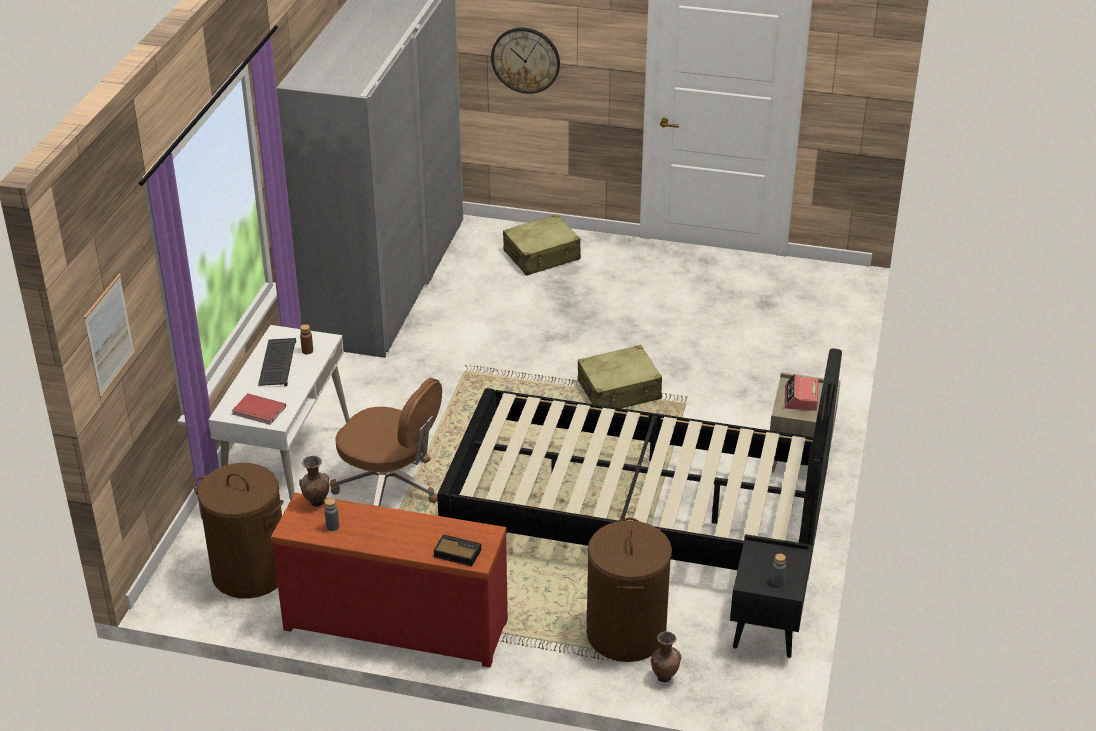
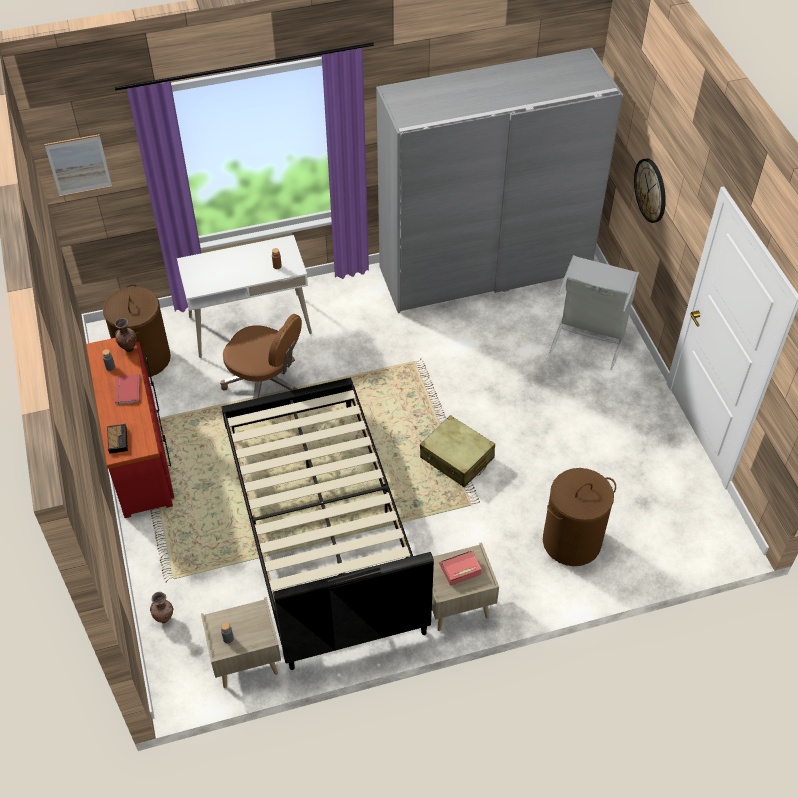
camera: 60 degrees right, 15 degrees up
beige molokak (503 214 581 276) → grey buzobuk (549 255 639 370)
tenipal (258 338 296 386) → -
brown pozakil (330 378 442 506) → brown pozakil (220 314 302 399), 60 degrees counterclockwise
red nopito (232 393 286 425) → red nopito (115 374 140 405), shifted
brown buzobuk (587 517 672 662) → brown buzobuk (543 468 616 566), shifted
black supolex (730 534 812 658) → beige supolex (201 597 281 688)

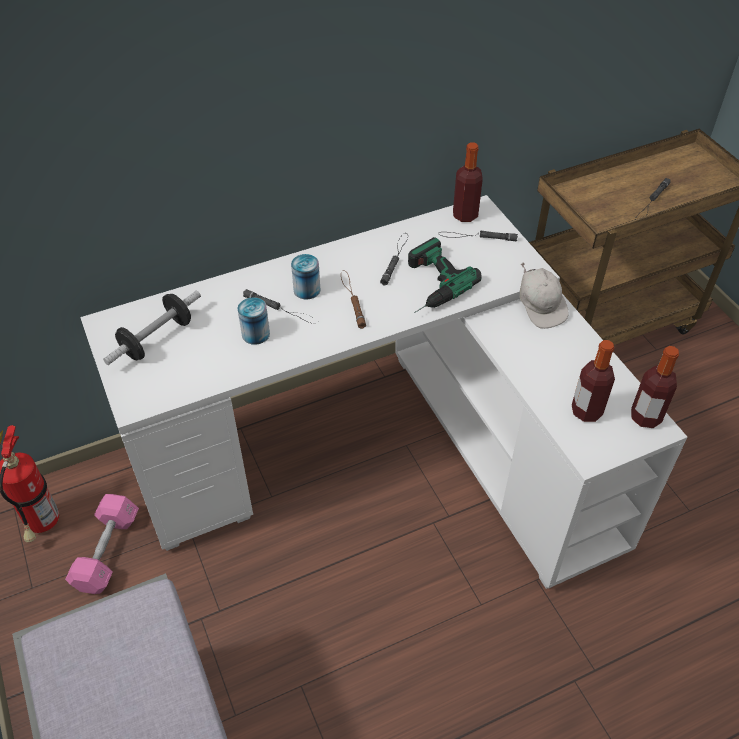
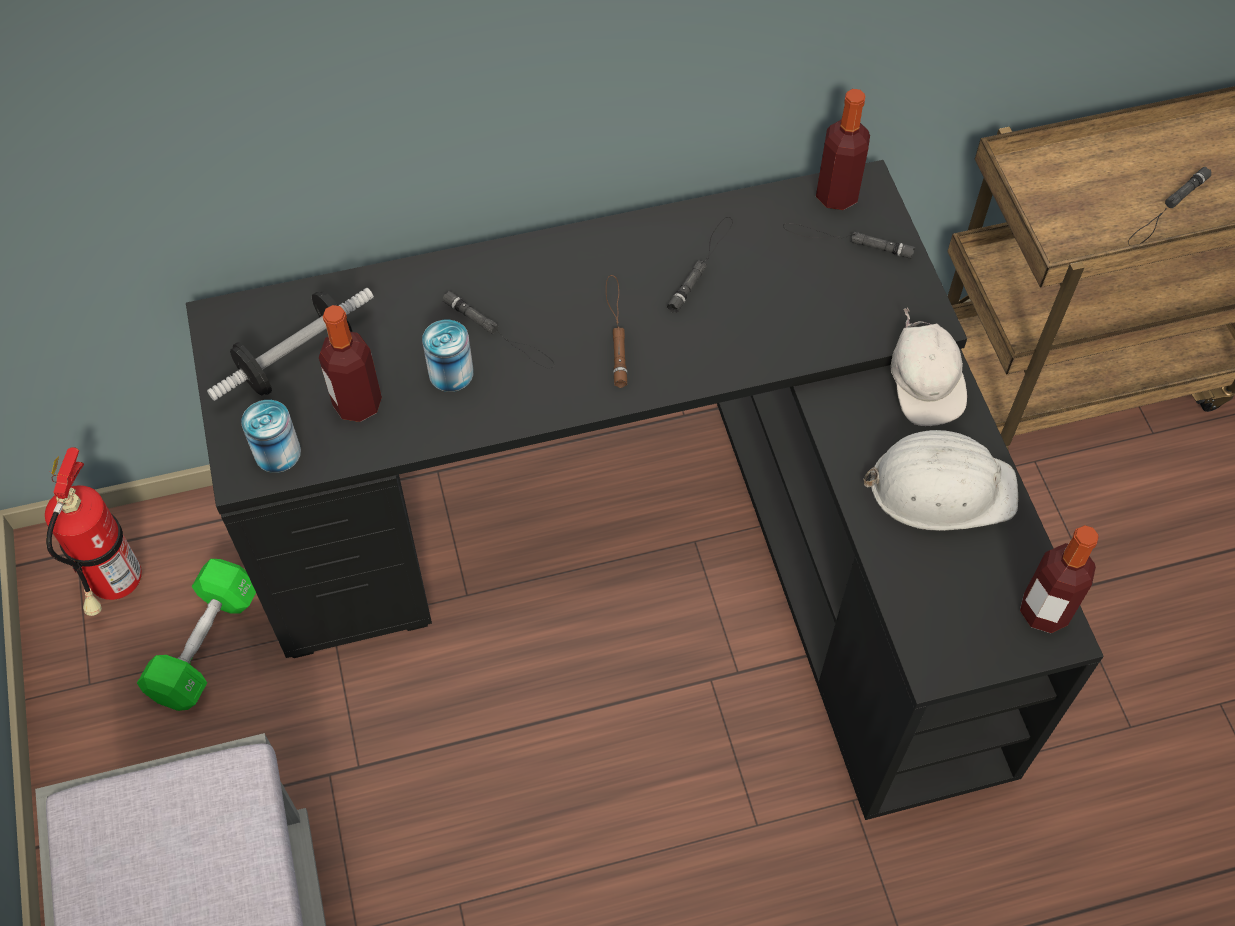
camera: 10 degrees right, 10 degrees up
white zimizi (80 195 687 589) → black zimizi (186 160 1104 820)
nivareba (408 237 482 313) → -
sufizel (291 254 320 299) → sufizel (241 400 301 473), shifted
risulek (572 340 615 422) → risulek (319 305 382 422), shifted
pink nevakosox (65 494 139 594) → green nevakosox (137 559 256 711)
- → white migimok (862 430 1018 531)

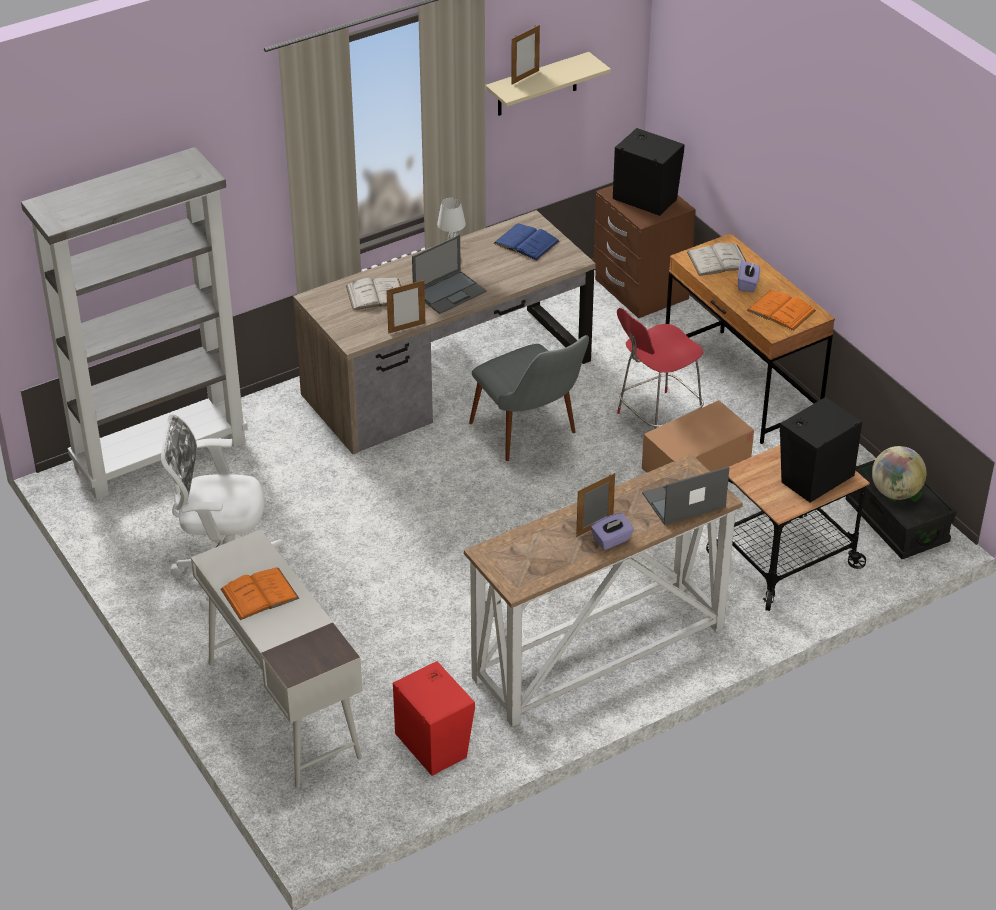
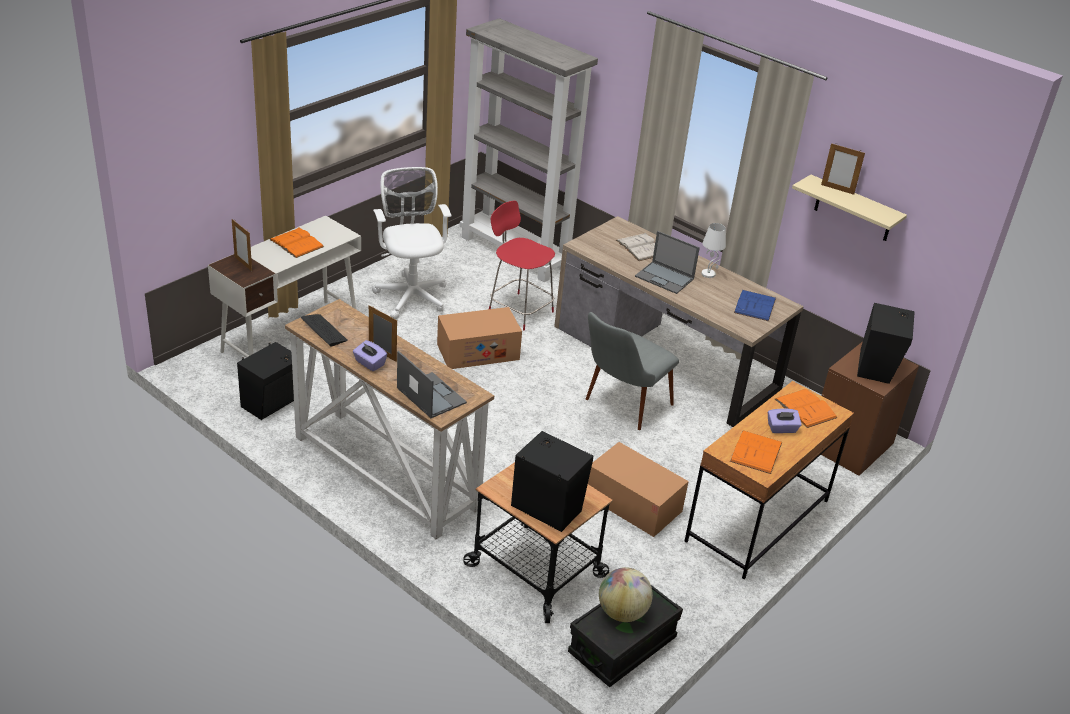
camera: 70 degrees right, 5 degrees down
white nopito (687 243 747 276) → orange nopito (775 389 838 428)
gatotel (386 280 426 334) → gatotel (232 219 252 271), shifted
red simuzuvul (617 308 704 429) → red simuzuvul (489 201 555 330), shifted
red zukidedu (393 661 475 776) → black zukidedu (237 342 294 420)
- → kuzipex (437 307 522 369)
- → tenipal (301 314 348 347)

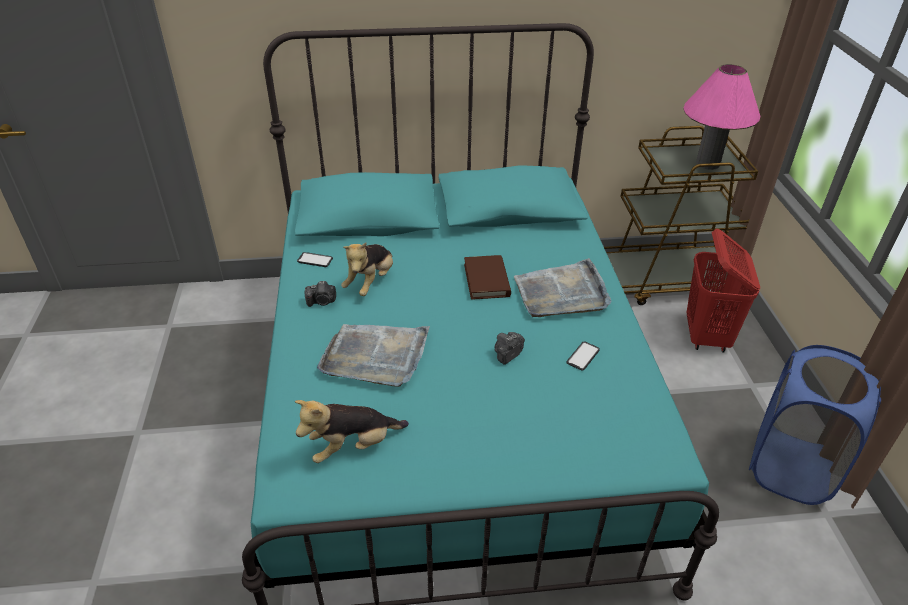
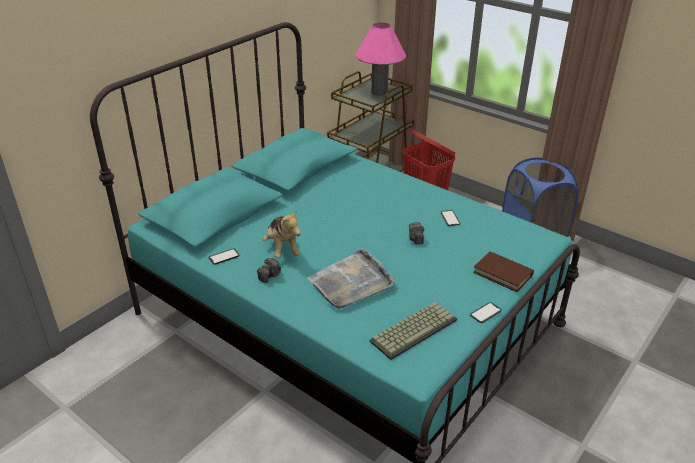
camera: 45 degrees left, 5 degrees down
brown nopito (464 255 511 300) → brown nopito (473 251 534 292), shifted
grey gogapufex (514 258 612 317) → -
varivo (295 400 409 463) → tenipal (370 302 457 360)
- → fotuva (470 302 502 323)

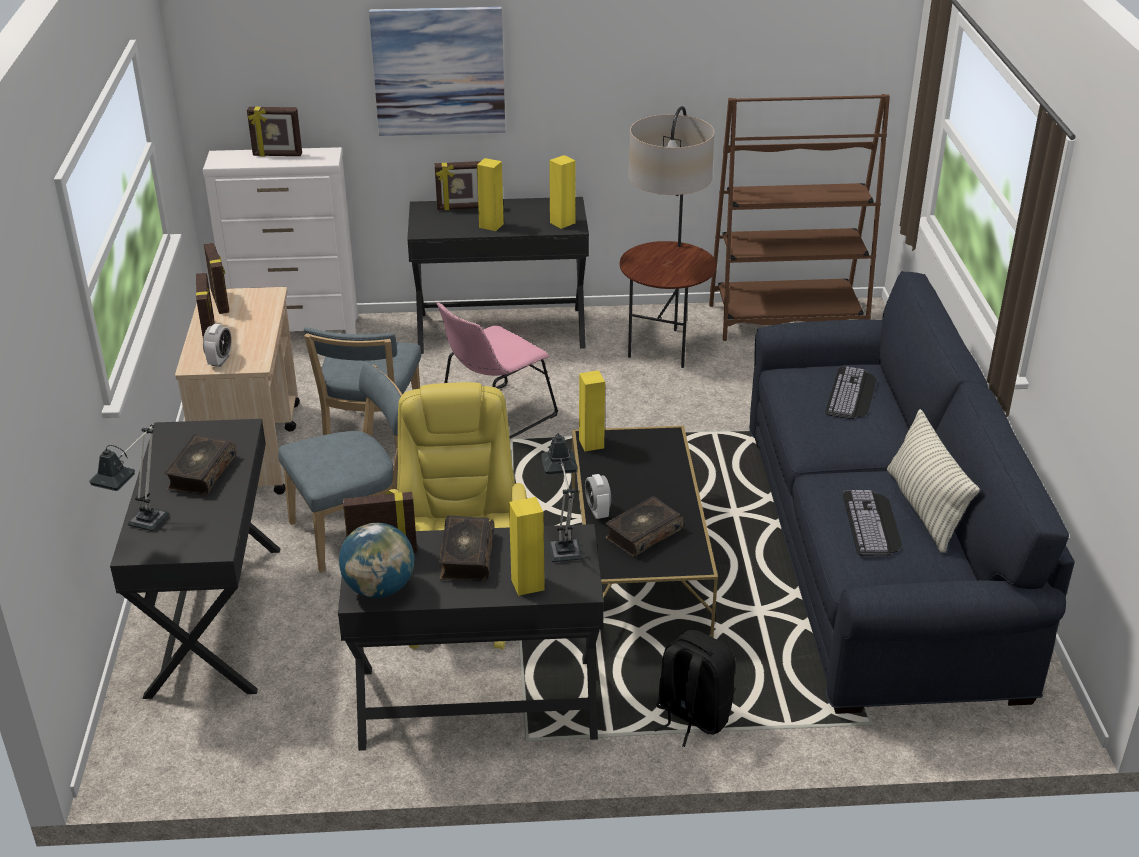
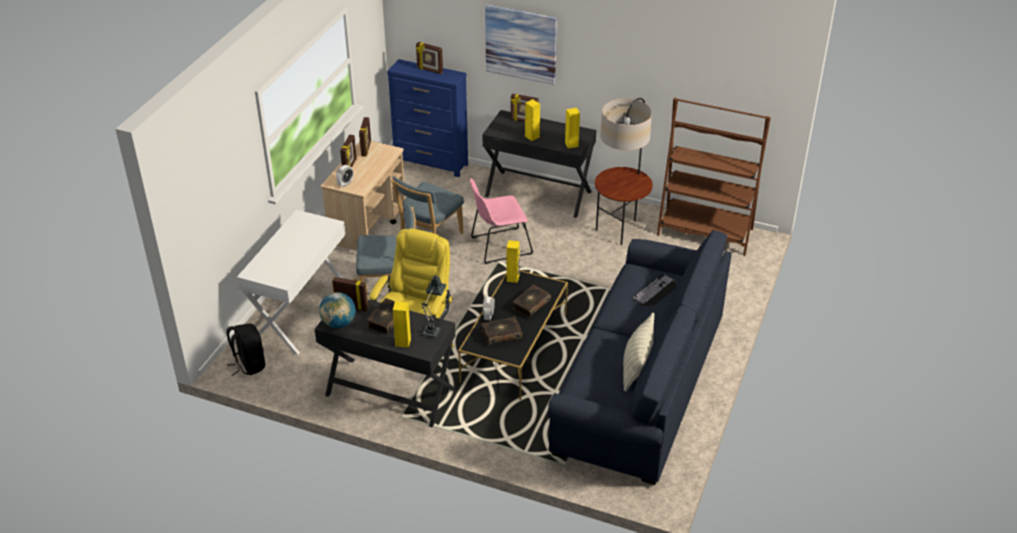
camera: 25 degrees right, 5 degrees up
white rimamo (202 147 358 334) → blue rimamo (387 59 468 177)
black zimizi (110 419 280 699) → white zimizi (237 210 345 355)
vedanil (89 424 169 531) → -
nopito (164 434 237 495) → nopito (512 284 551 318), shifted
tenipal (843 490 902 556) → -
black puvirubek (654 630 735 747) → black puvirubek (227 323 265 376), shifted

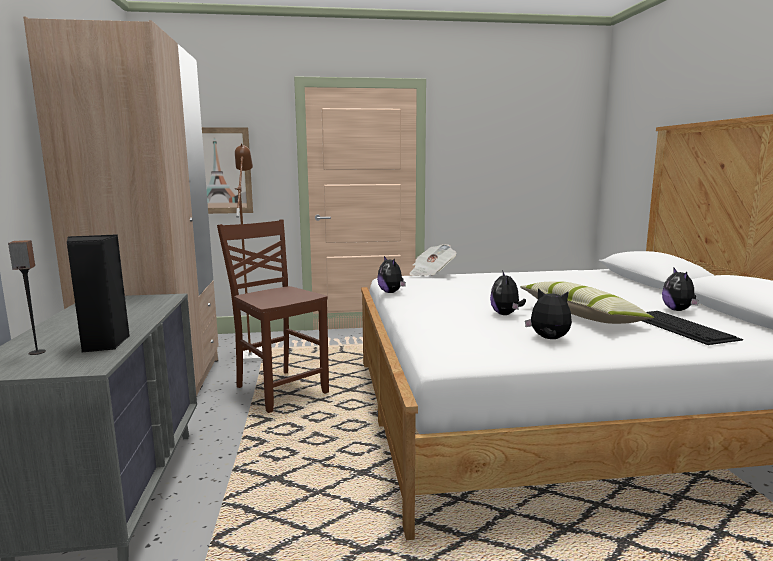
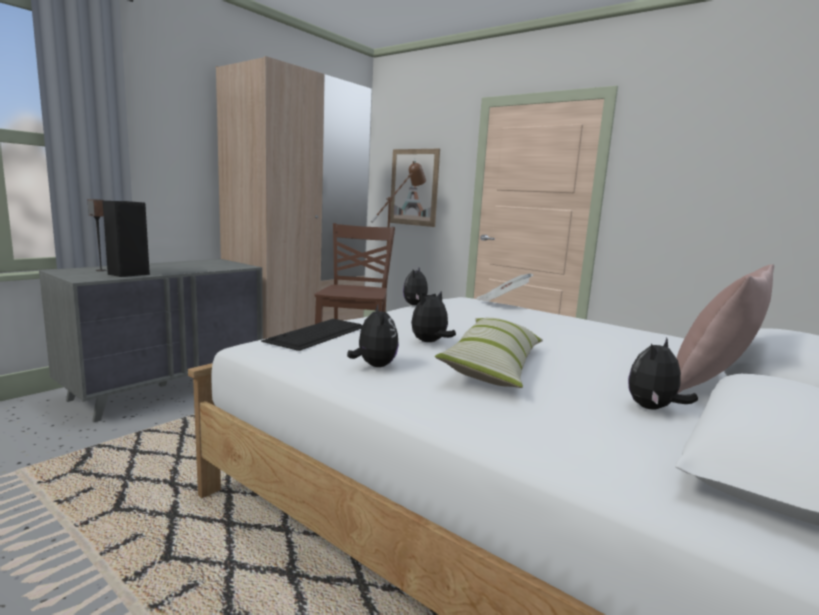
camera: 45 degrees right, 0 degrees up
tenipal (642 311 743 345) → tenipal (261 319 363 351), shifted
- → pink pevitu (677 264 774 394)

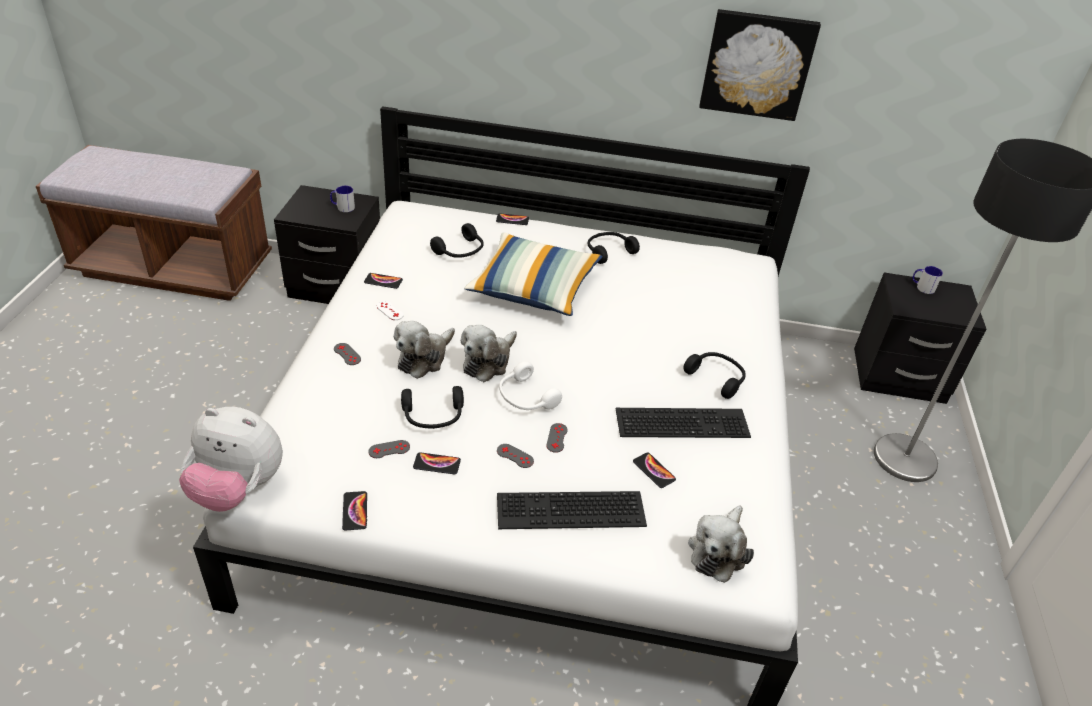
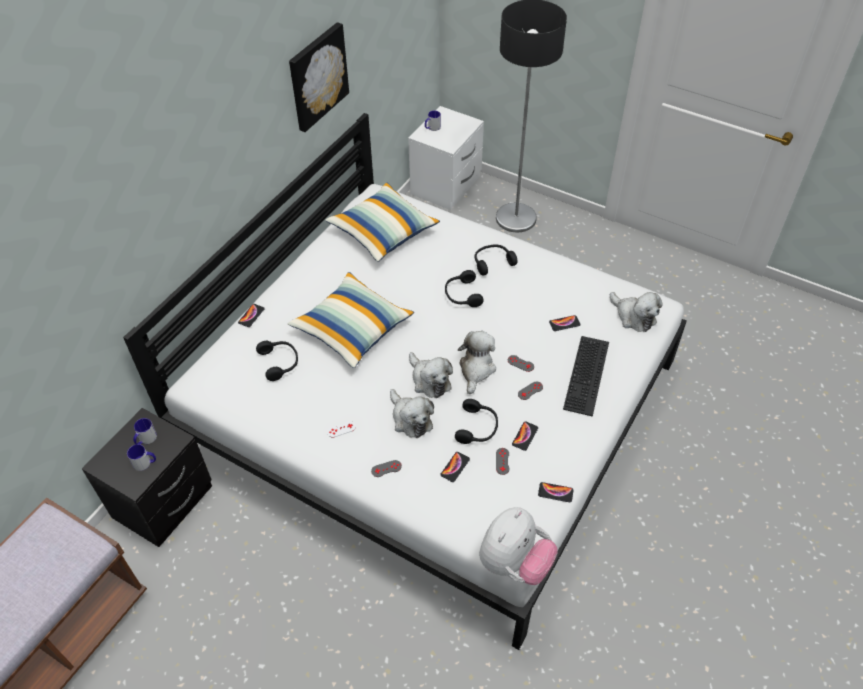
camera: 65 degrees left, 10 degrees up
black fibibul (588 232 640 264) → black fibibul (445 270 484 307), shifted
fotuva (364 273 403 289) → fotuva (440 452 470 482), shifted
black supolex (854 273 986 404) → white supolex (408 106 484 210)
white fibibul (499 361 562 410) → varivo (458 331 496 394)
tenipal (616 408 751 438) → -
- → pevitu (325 183 440 262)
- → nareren (127 444 156 471)

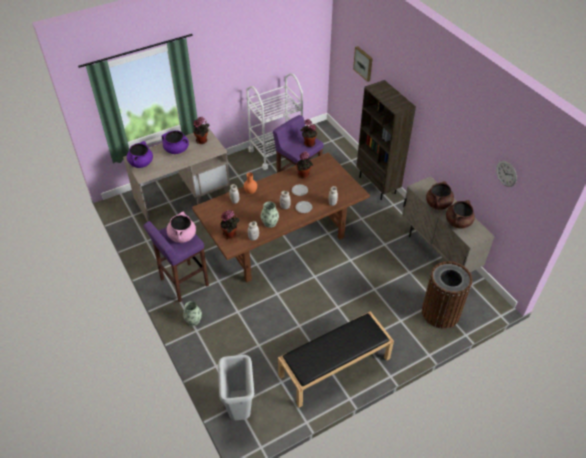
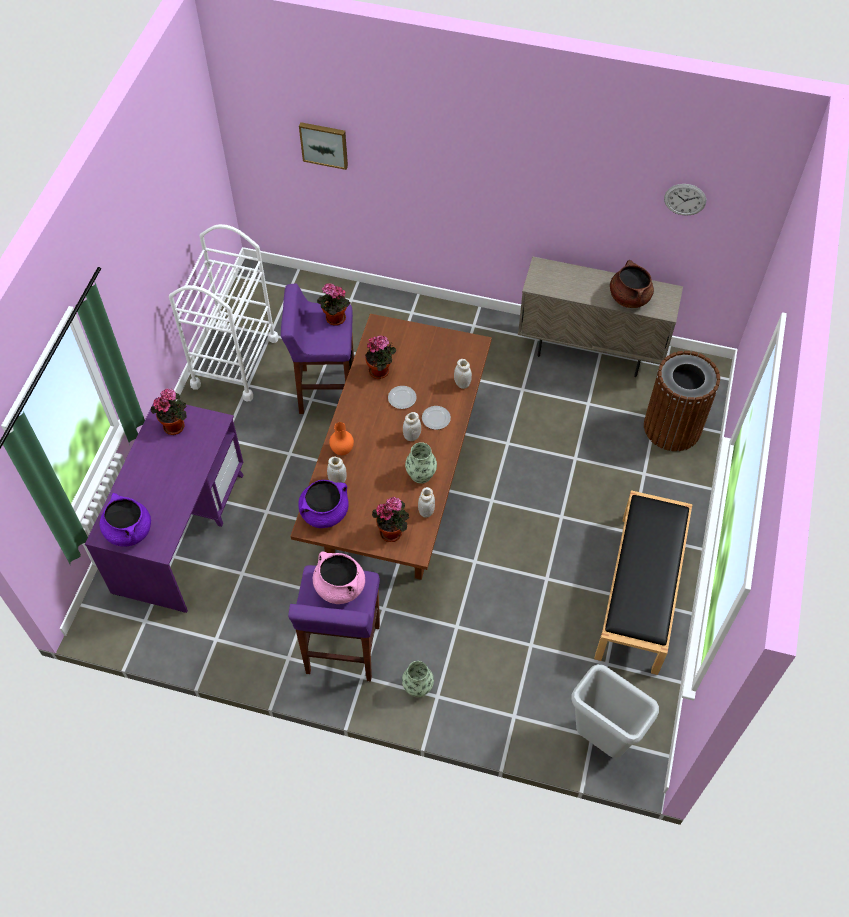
camera: 45 degrees left, 10 degrees up
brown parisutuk (357 80 416 200) → -
beige zimizi (123 128 230 221) → purple zimizi (85 398 243 613)
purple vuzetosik (162 130 189 154) → purple vuzetosik (298 480 349 528), shifted
brown vuzetosik (426 181 454 210) → -

